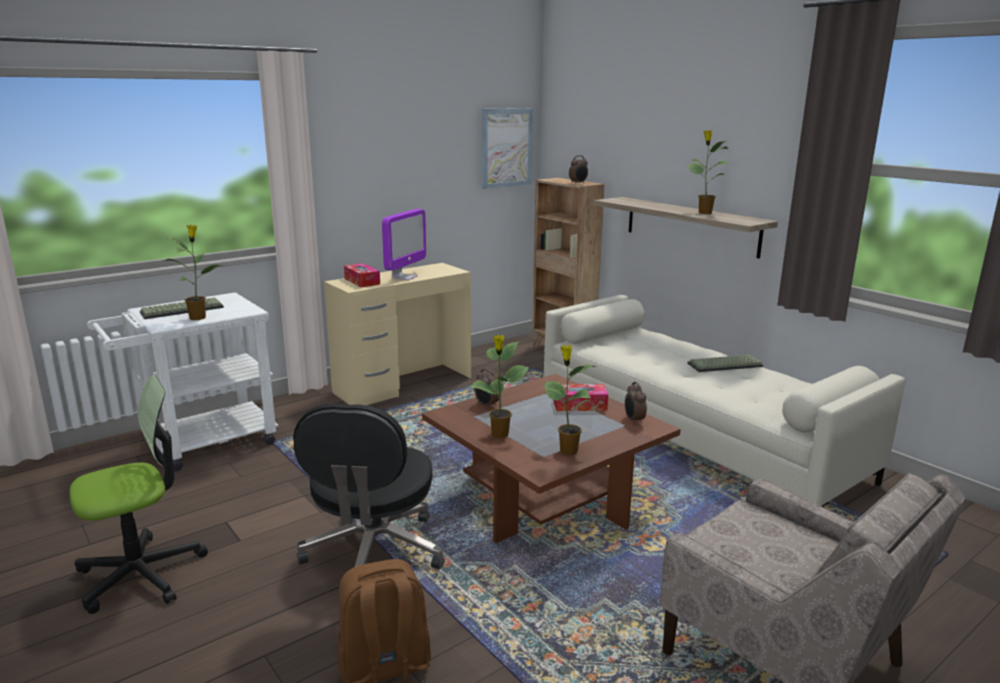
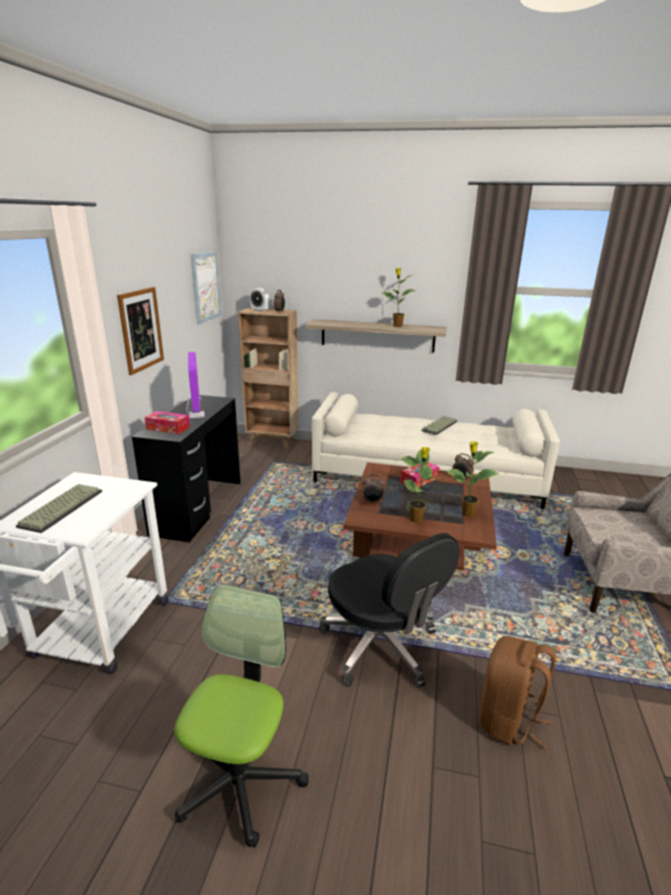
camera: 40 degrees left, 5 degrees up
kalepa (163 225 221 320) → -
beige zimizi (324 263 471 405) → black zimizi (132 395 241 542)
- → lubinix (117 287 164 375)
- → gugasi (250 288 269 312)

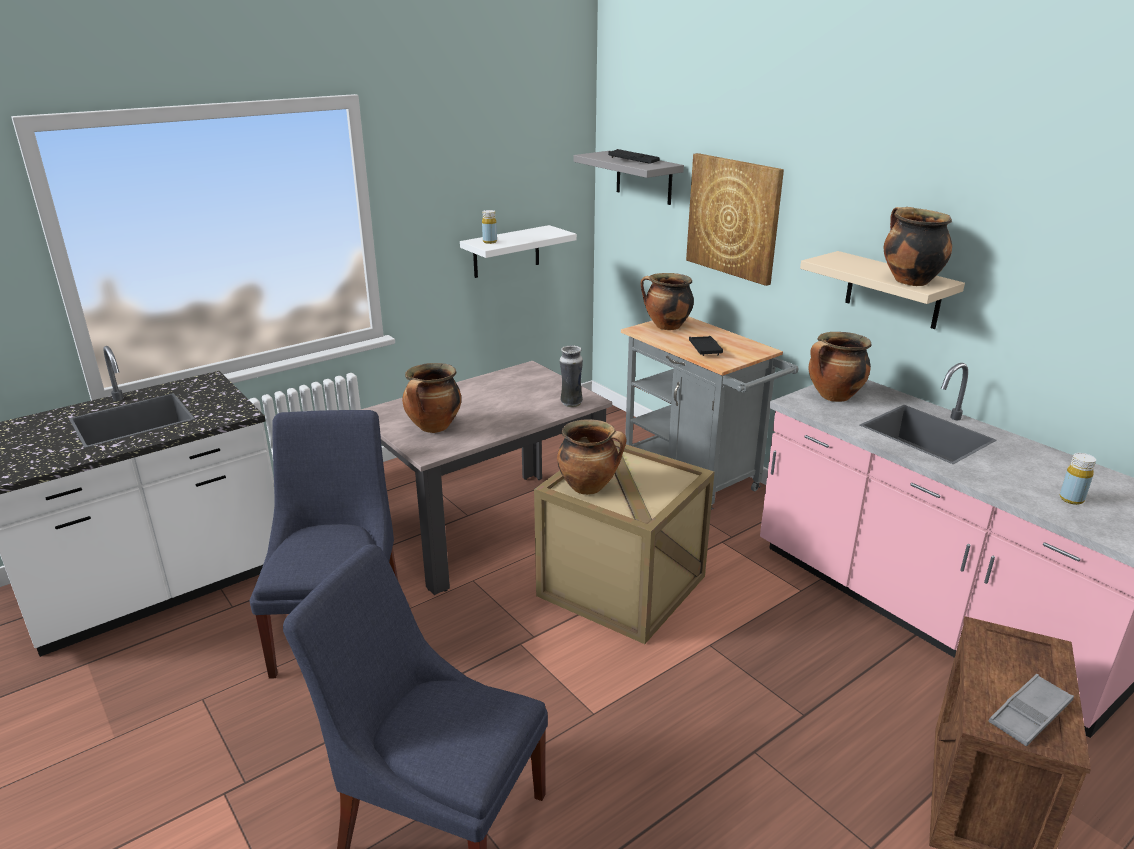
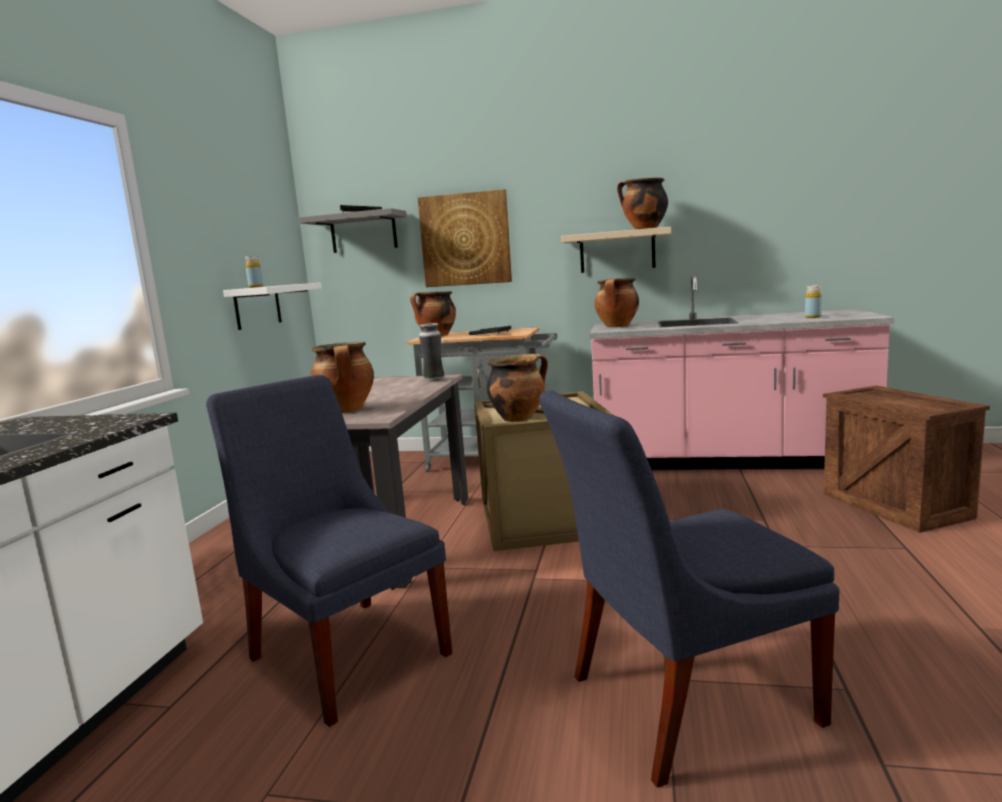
camera: 40 degrees left, 15 degrees down
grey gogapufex (988 674 1074 746) → -

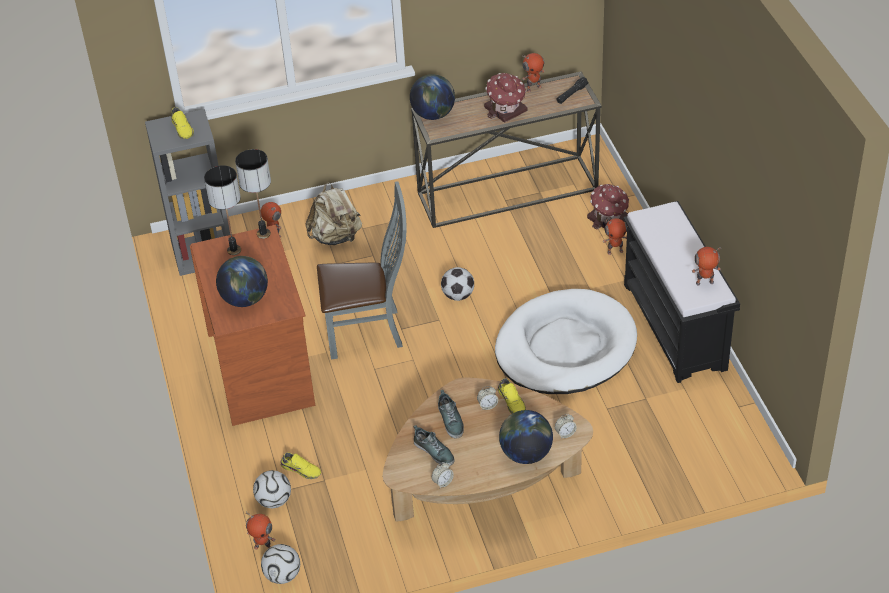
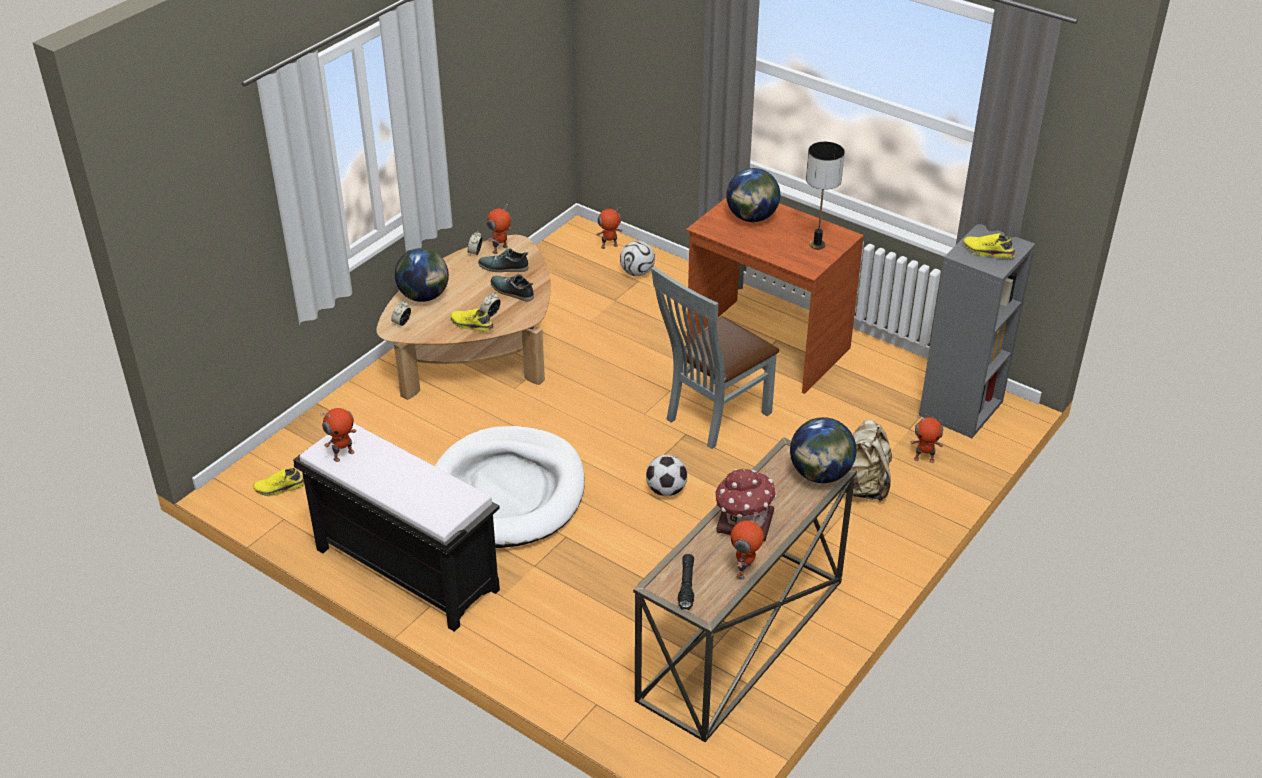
camera: 140 degrees right, 5 degrees down
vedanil (235 149 271 239) → -
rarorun (587 184 629 230) → -
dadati (603 218 627 255) → dadati (487 204 511 254), shifted
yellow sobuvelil (280 452 321 479) → yellow sobuvelil (253 468 305 496), shifted
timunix (261 544 300 584) → -

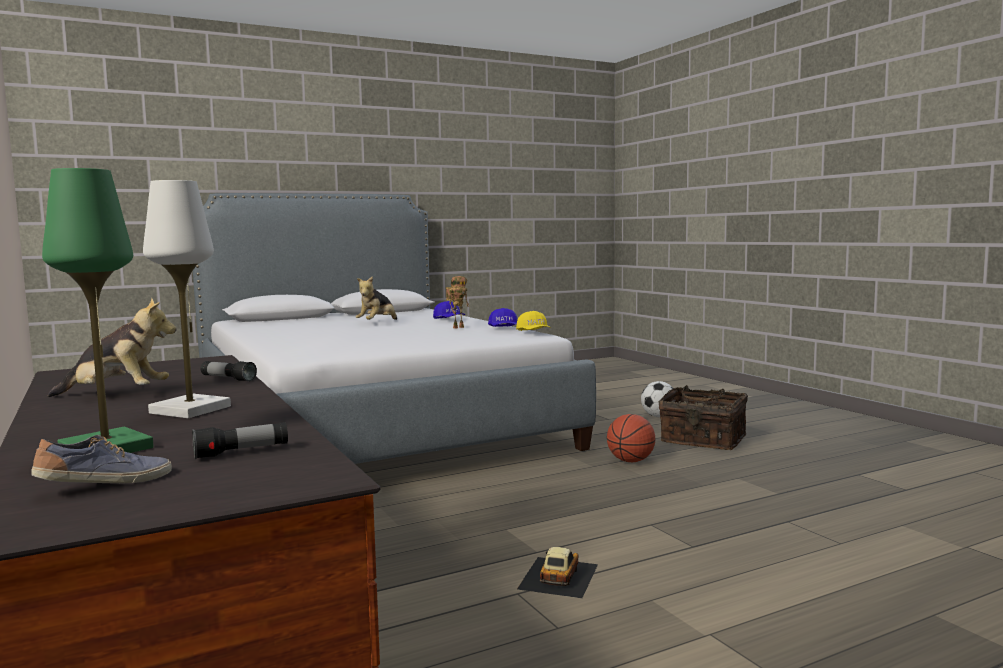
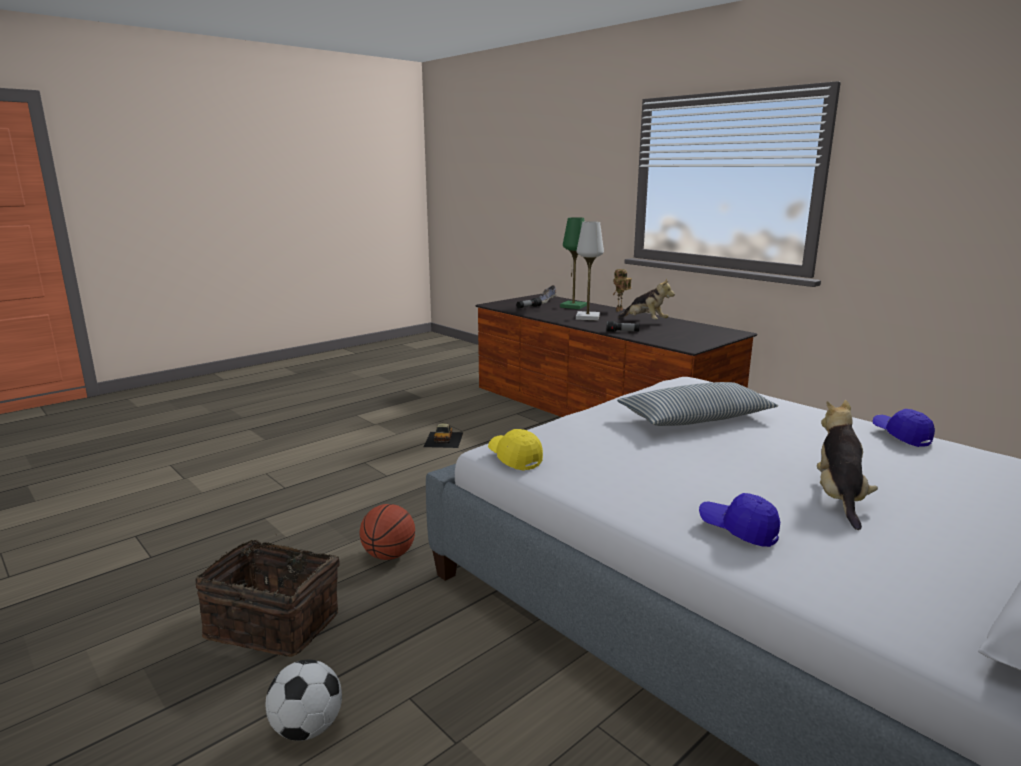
camera: 165 degrees right, 10 degrees up
dadati (446 276 469 329) → dadati (613 269 632 312), shifted
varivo (47 298 177 397) → varivo (618 278 675 320), 120 degrees counterclockwise
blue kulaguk (488 308 518 327) → blue kulaguk (873 409 935 447), shifted
- → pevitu (617 382 778 426)

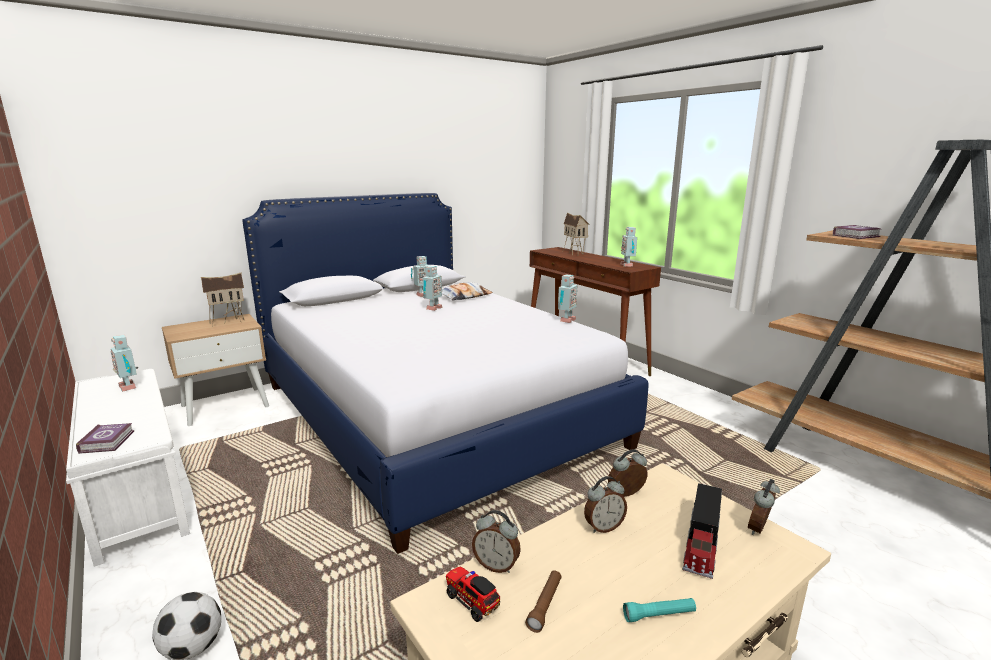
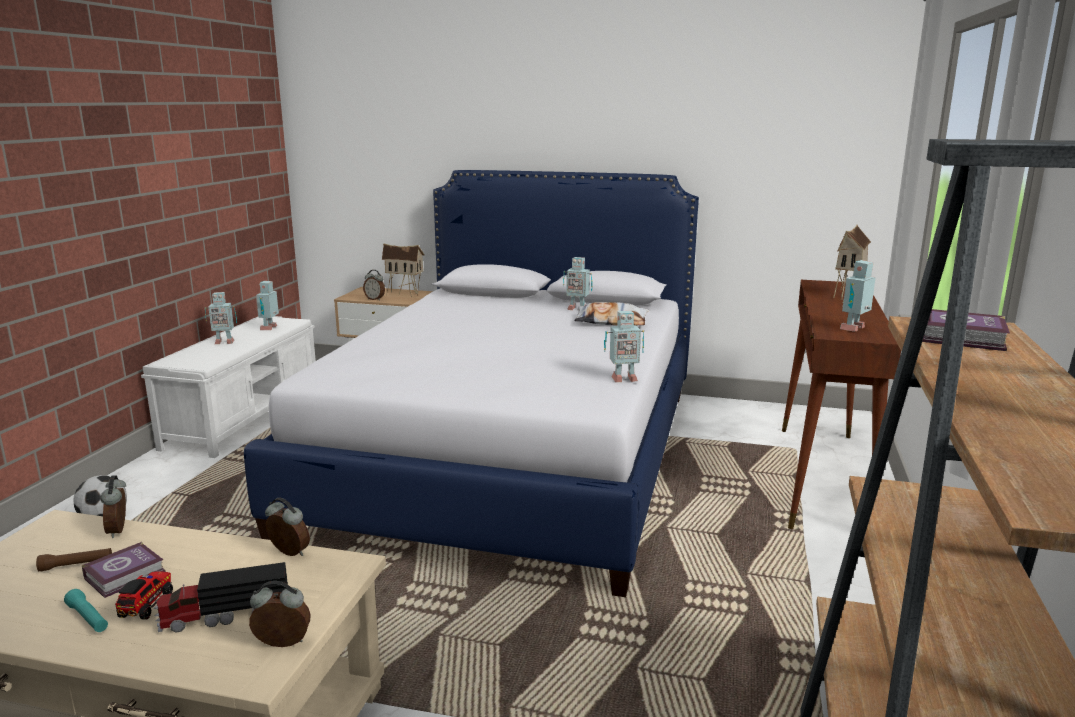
camera: 50 degrees right, 0 degrees up
dadati (423 266 442 311) → dadati (205 292 237 344), shifted
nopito (76 423 134 454) → nopito (82 542 166 598), shifted
gugasi (584 476 627 533) → gugasi (363 270 385 301), shifted
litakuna (446 567 500 622) → litakuna (115 571 173 620), shifted

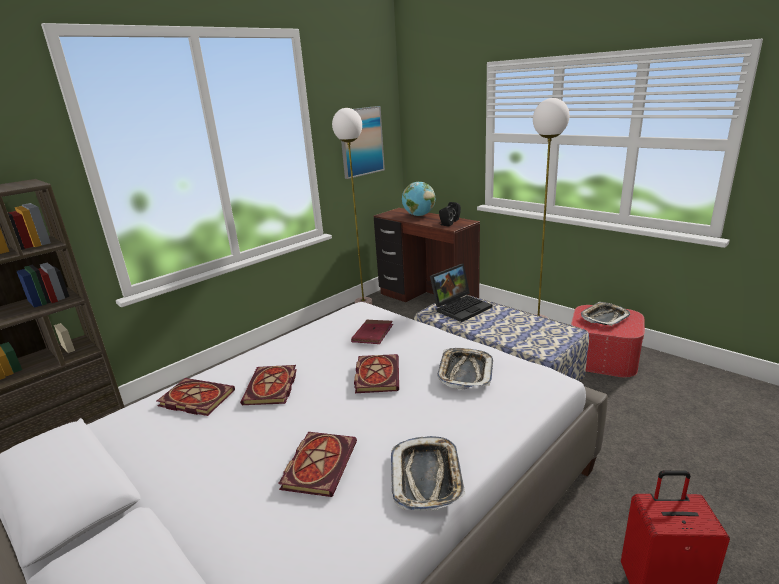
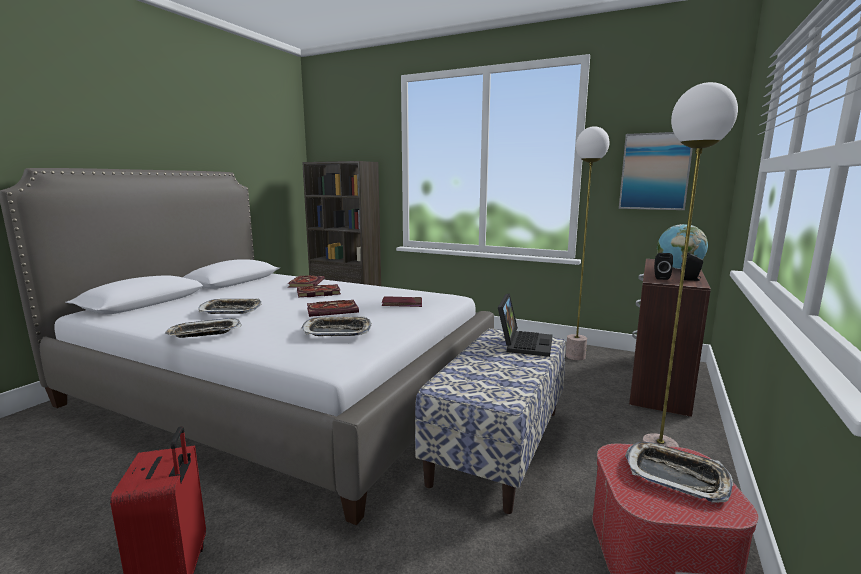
camera: 70 degrees right, 10 degrees down
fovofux (430 264 492 322) → fovofux (498 293 552 357), 105 degrees counterclockwise
nopito (278 432 357 497) → gogapufex (198 298 262 314)

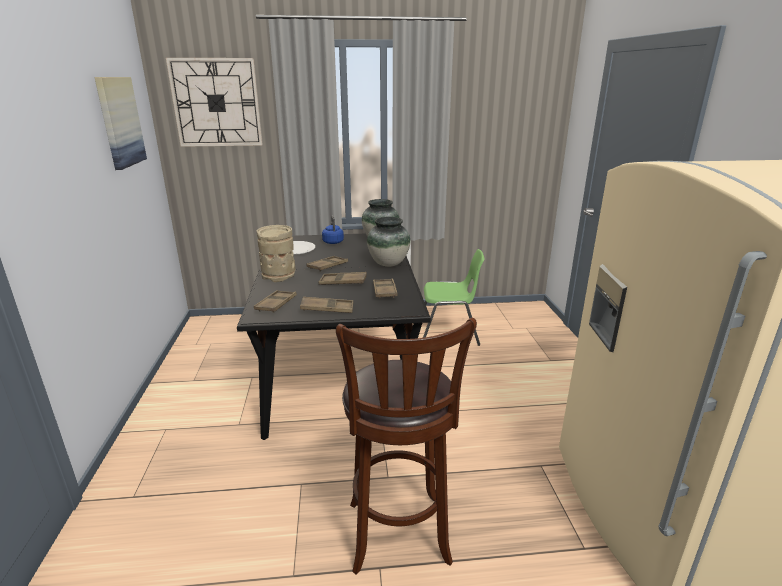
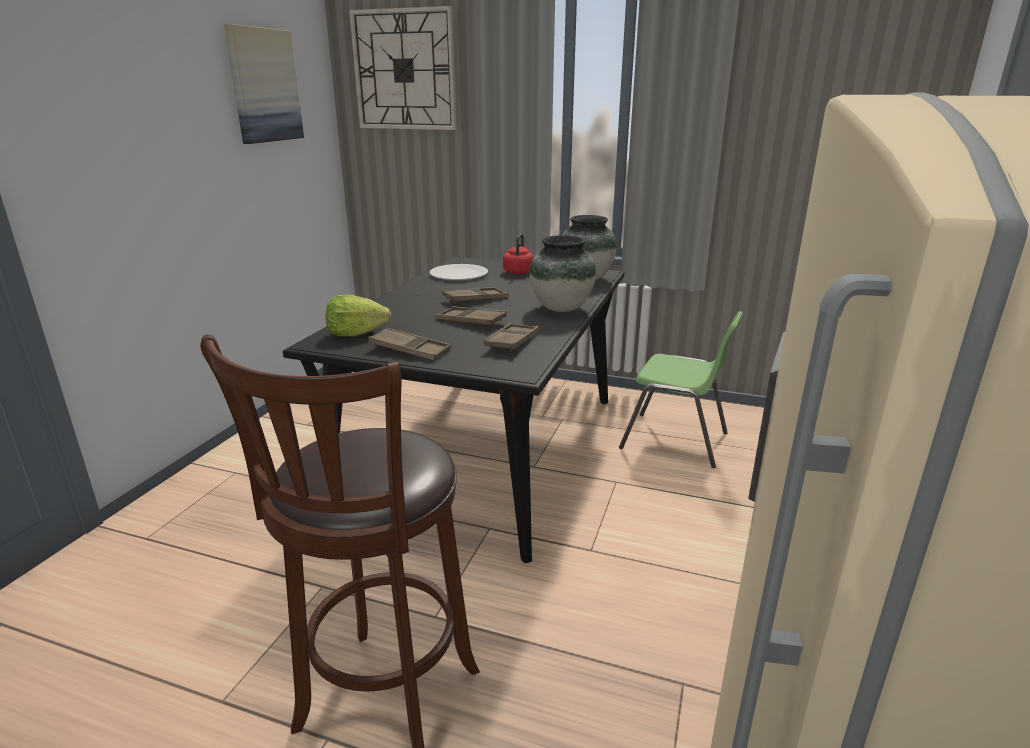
camera: 25 degrees right, 0 degrees up
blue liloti (322 216 344 244) → red liloti (503 233 534 274)
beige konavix (257 225 295 282) → -
brown gogapufex (254 290 297 313) → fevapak (325 295 391 337)

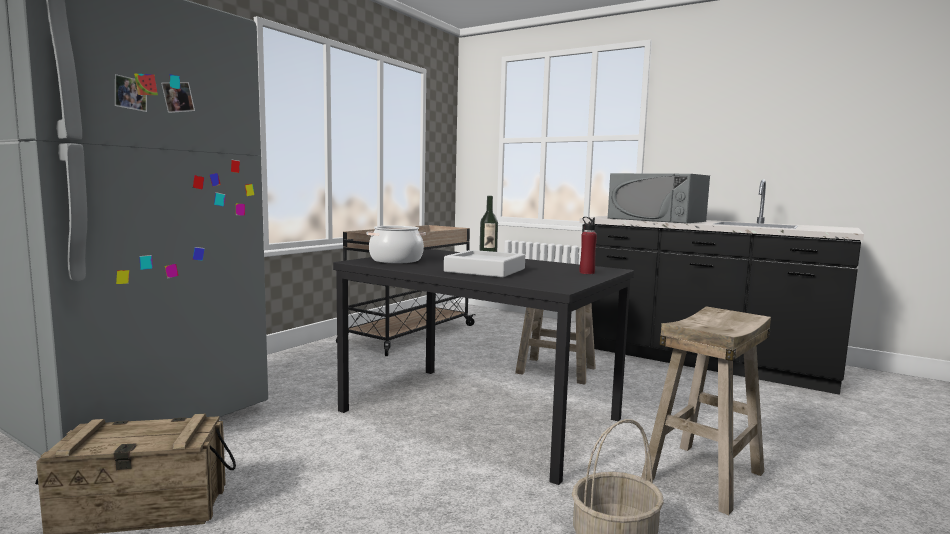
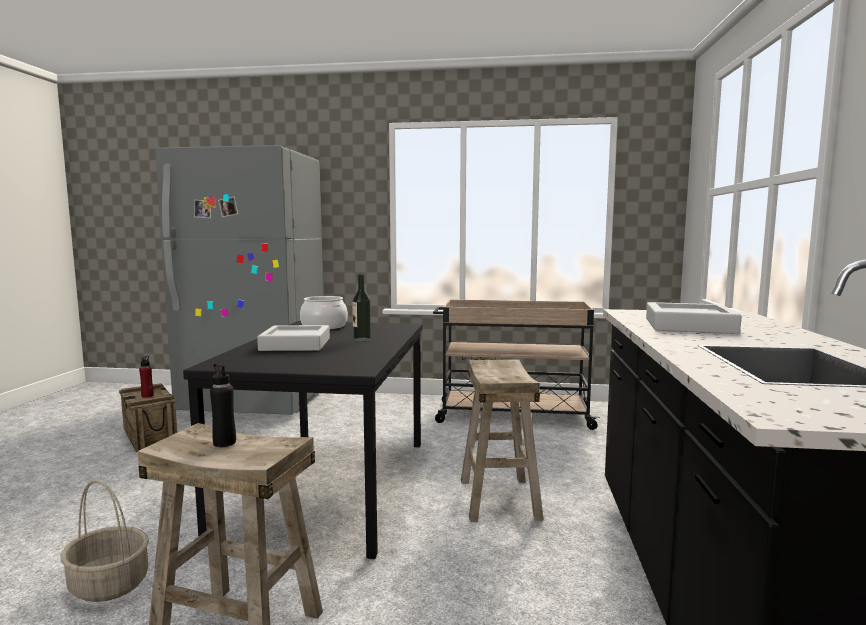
camera: 65 degrees right, 0 degrees up
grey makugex (608 173 710 223) → grey gogapufex (646 302 742 334)
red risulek (580 217 597 274) → red risulek (139 356 154 398), shifted
- → black risulek (210 363 236 447)

